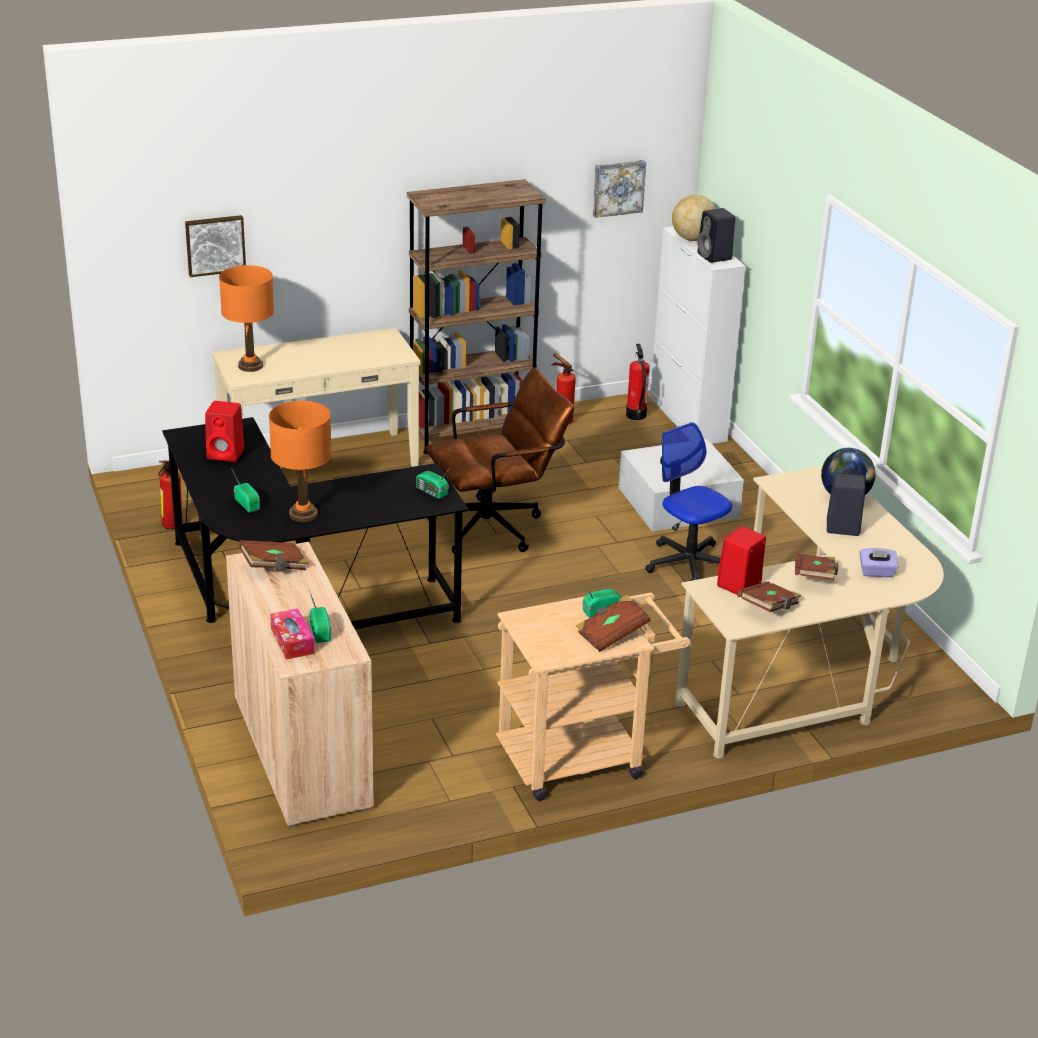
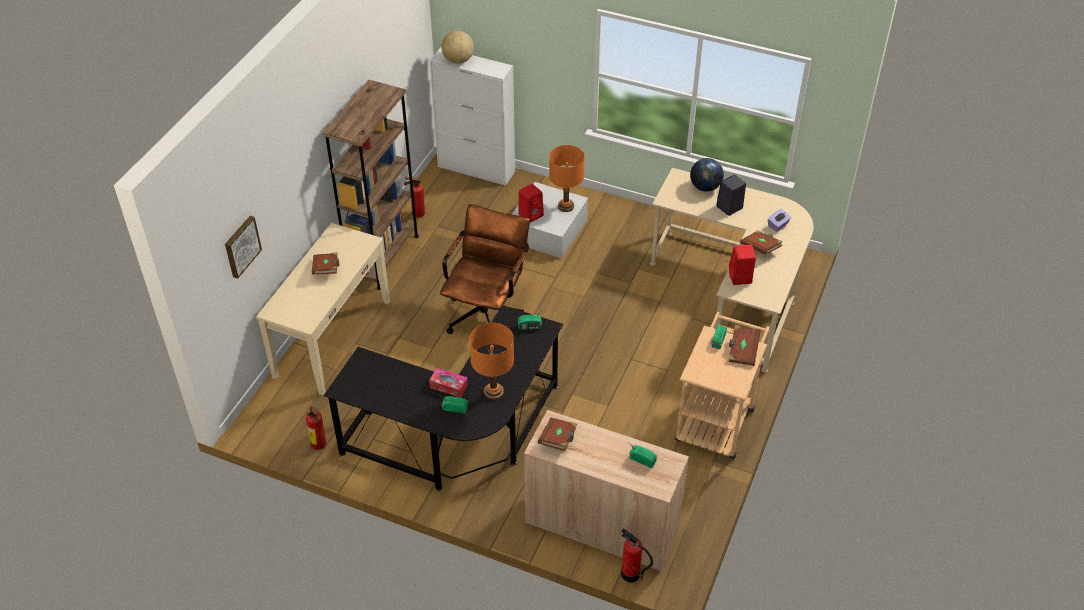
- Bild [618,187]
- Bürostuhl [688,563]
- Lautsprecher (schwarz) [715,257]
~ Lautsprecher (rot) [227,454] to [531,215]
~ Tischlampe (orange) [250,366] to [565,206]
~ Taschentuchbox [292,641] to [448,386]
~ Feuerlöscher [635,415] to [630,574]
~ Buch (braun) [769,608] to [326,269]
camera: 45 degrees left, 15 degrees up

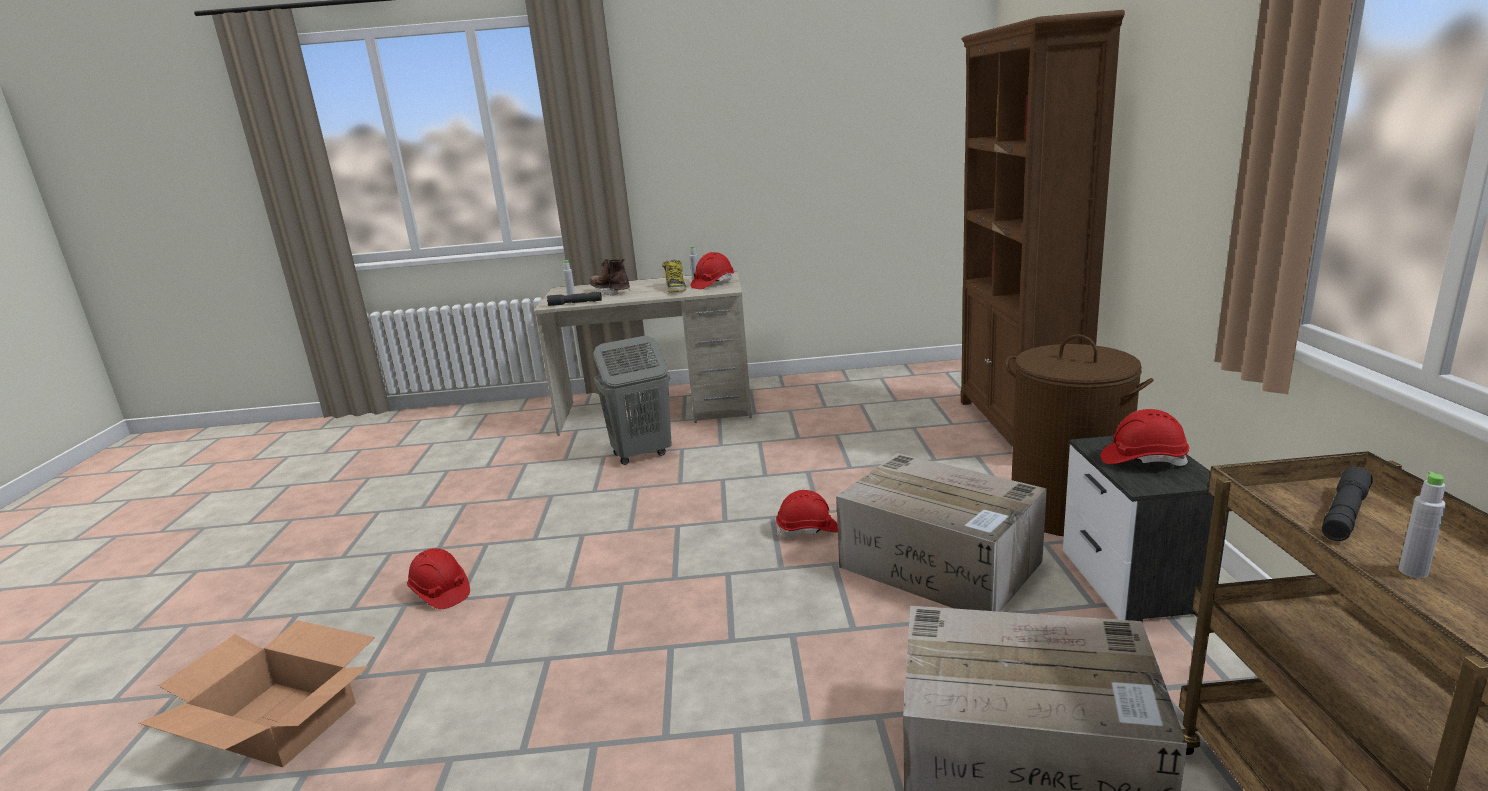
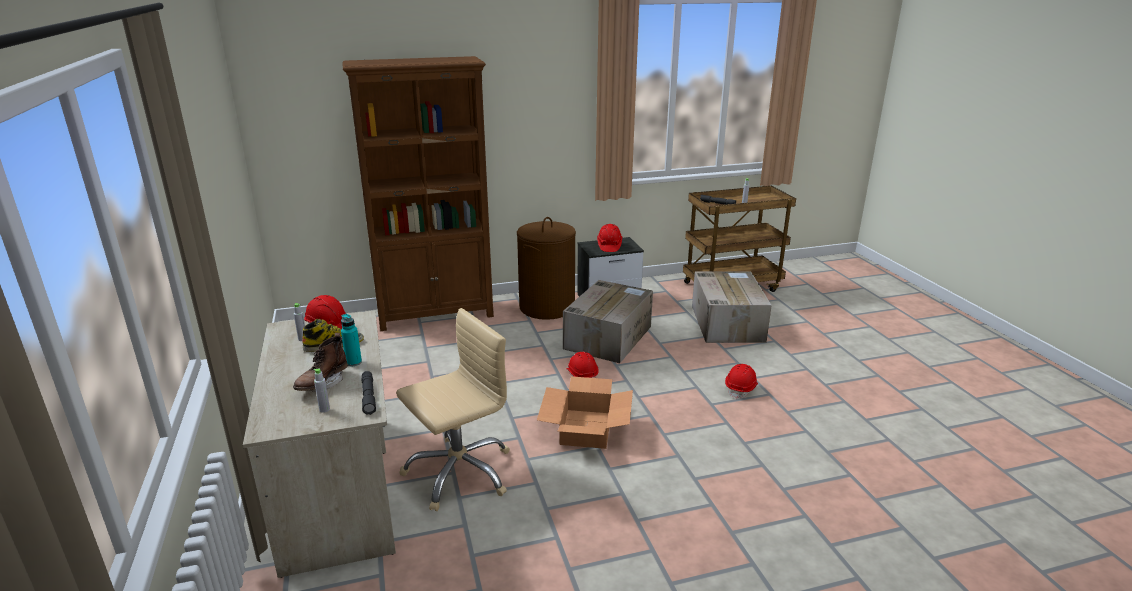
+ Flasche (türkis) [353,362]
~ Karton [280,722] to [586,429]
~ Schutzhelm (rot) [440,593] to [741,388]
~ Wäschekorb (grau) [641,454] to Bürostuhl (beige) [459,472]
camera: 105 degrees left, 5 degrees up

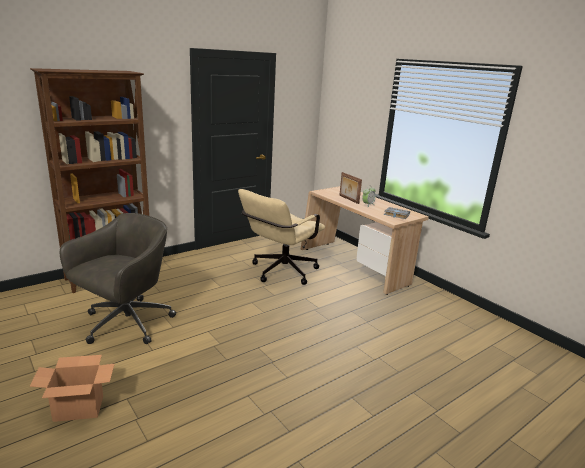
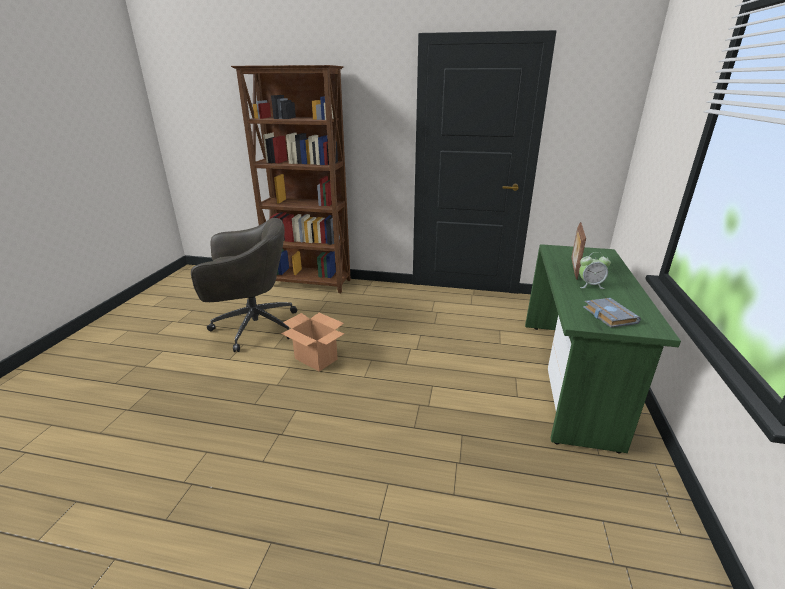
- Bürostuhl (beige) [280,273]
~ Karton [79,408] to [316,359]
~ Schreibtisch (beige) [354,266] to Schreibtisch (grün) [569,379]
camera: 50 degrees right, 5 degrees up

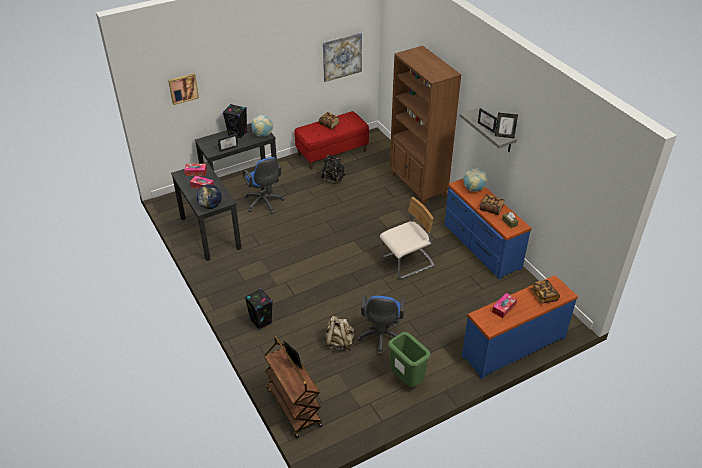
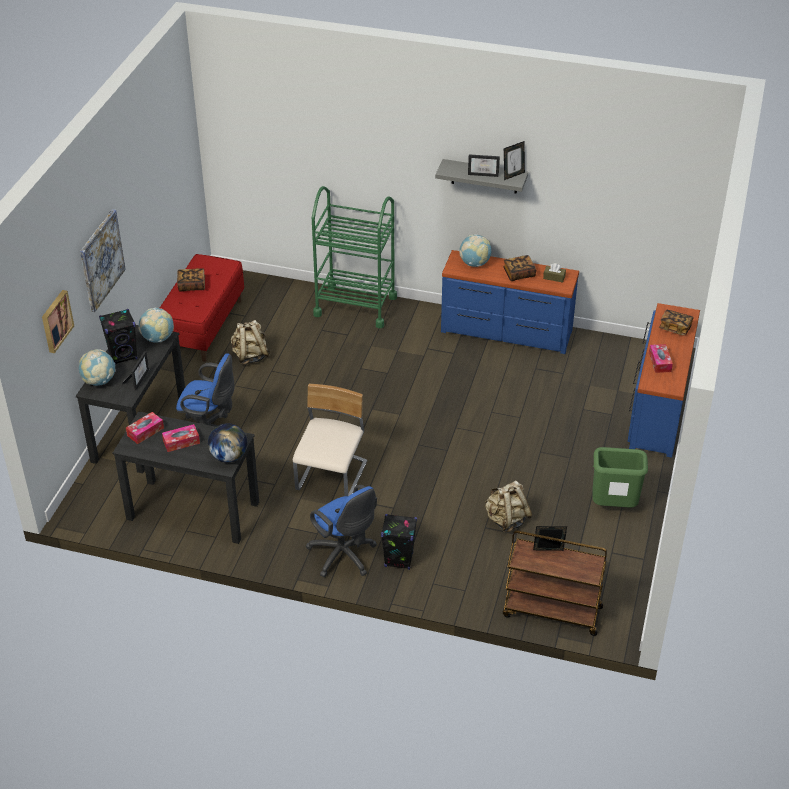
+ Globus [99,381]
~ Bild [342,56] to [101,260]
~ Bürostuhl (blau) [381,338] to [344,557]
~ Stuhl (beige) [407,262] to [332,477]
~ Bücherregal (braun) [418,185] to Rollwagen (grün) [355,306]
~ Rucksack (schwarz) [333,179] to Rucksack (beige) [250,356]
camera: 45 degrees left, 0 degrees up

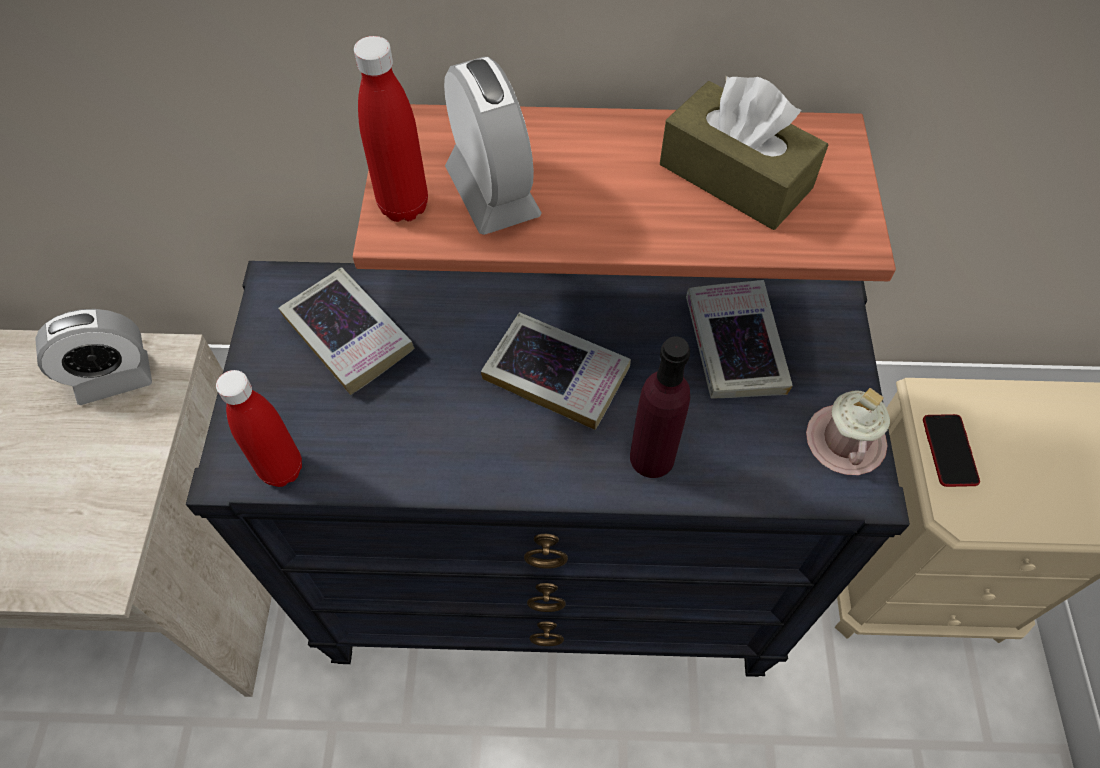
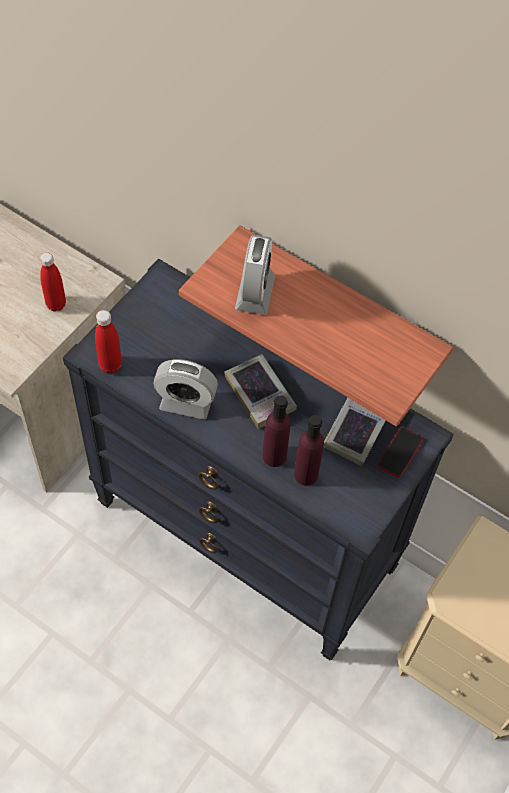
- Buch [348,335]
- Taschentuchbox (braun) [735,176]
- Henkelbecher (rosa) [844,441]
+ Flasche (lila) [306,474]
~ Wecker [114,378] to [186,403]
~ Flasche (rot) [404,206] to [56,304]
~ Handy [949,451] to [400,452]
camera: 30 degrees right, 0 degrees up

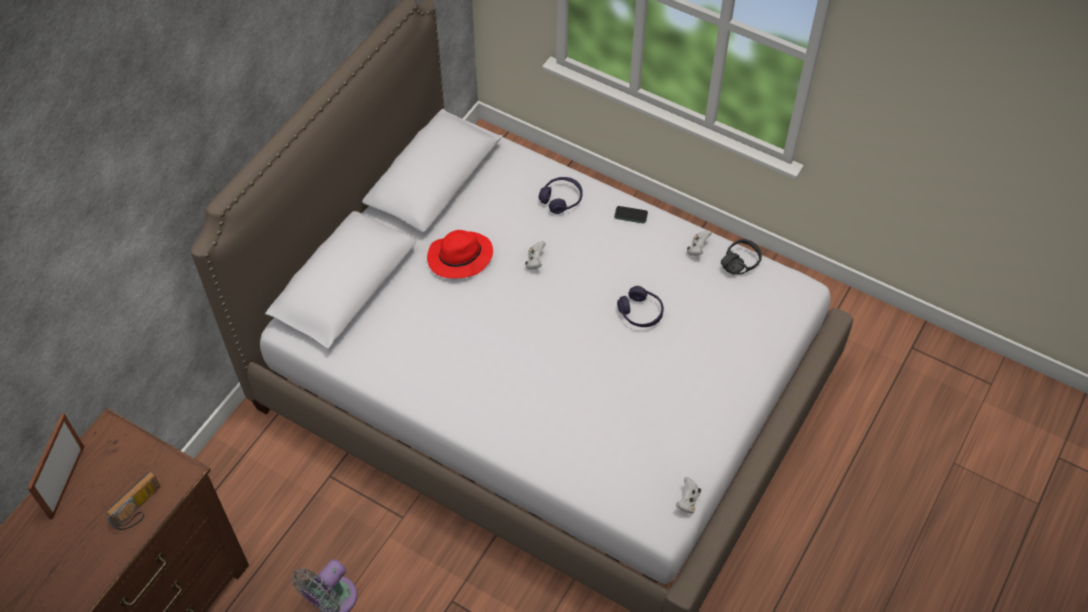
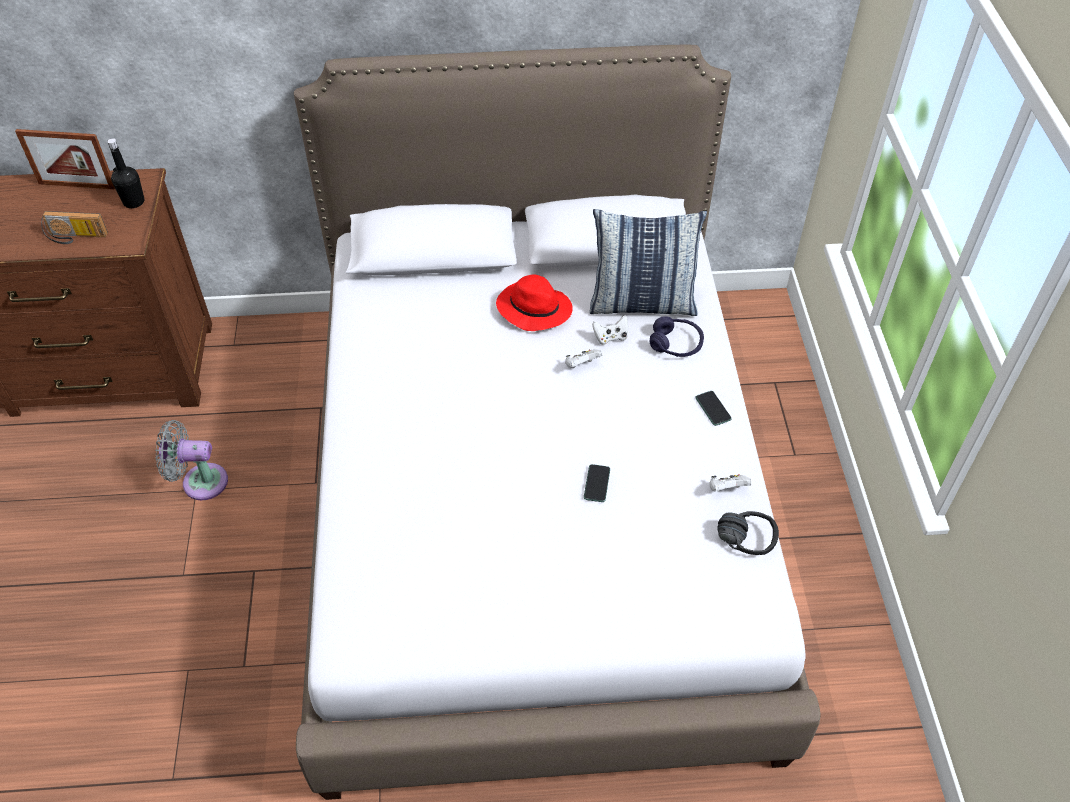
+ Flasche (schwarz) [134,202]
+ Kissen [642,303]
~ Gamepad (weiß) [688,501] to [610,337]
~ Kopfhörer (lila) [640,312] to Handy [597,484]
~ Bilderrahmen [67,482] = [77,185] 150 degrees counterclockwise
camera: 55 degrees right, 5 degrees down

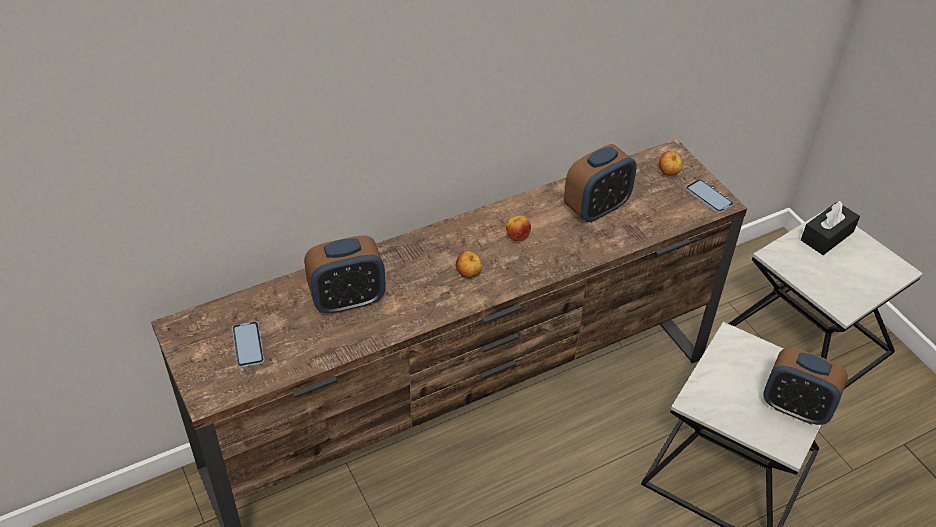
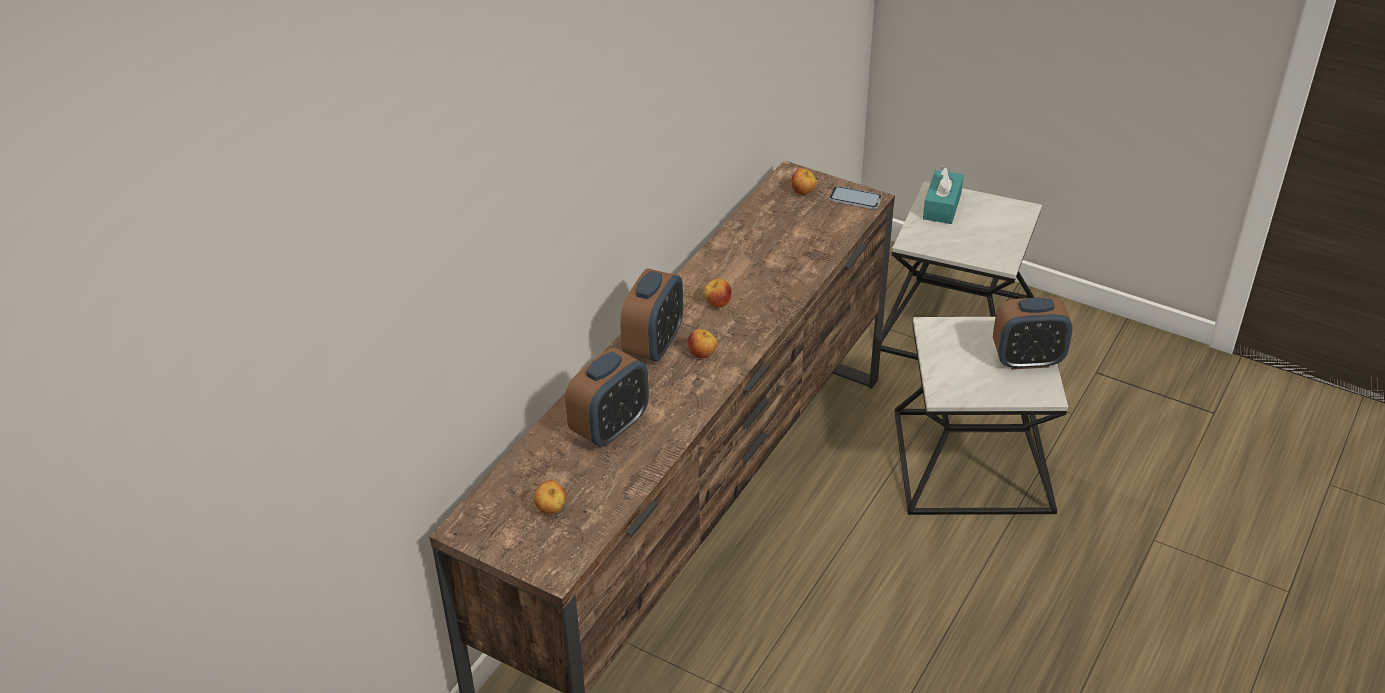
~ Wecker [596,208] to [654,345]
~ Handy [248,345] to Apfel [551,510]
~ Taschentuchbox (schwarz) [827,236] to Taschentuchbox (türkis) [942,206]
camera: 30 degrees left, 5 degrees down

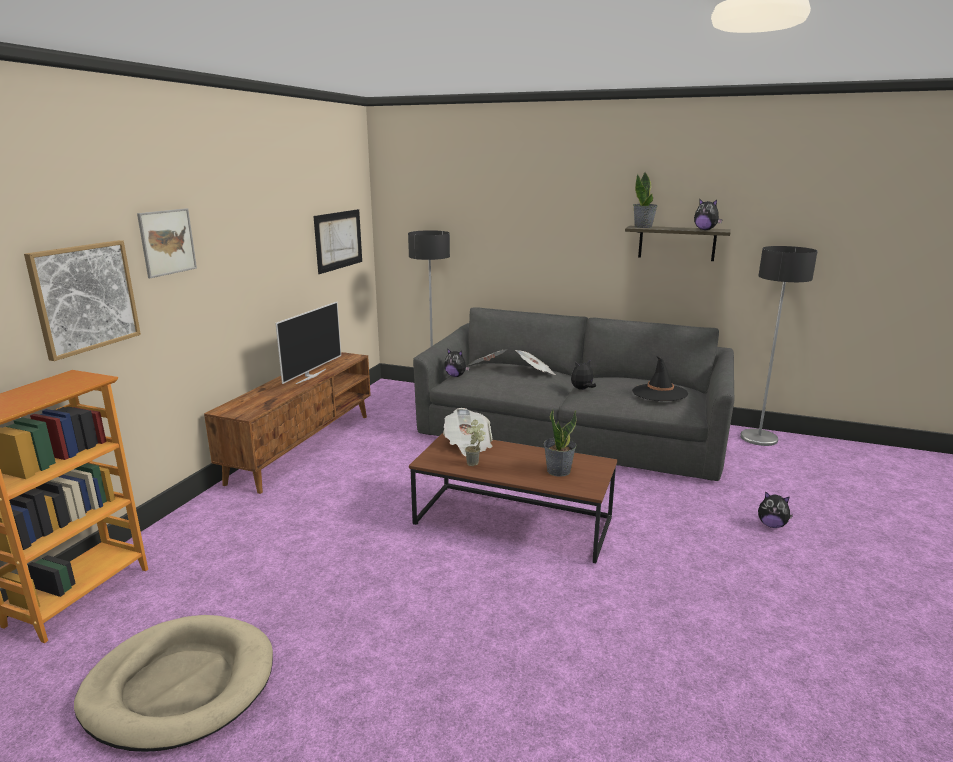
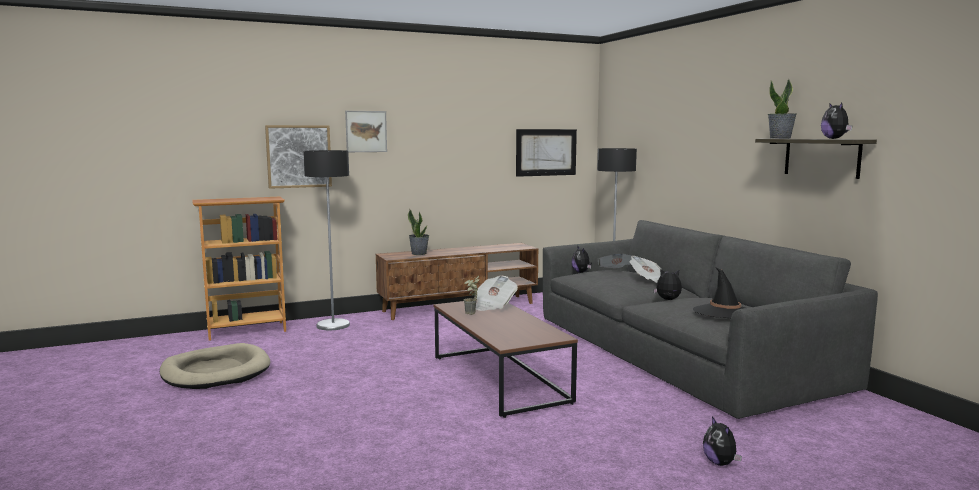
- Fernseher [310,376]
~ Topfpflanze [558,470] to [419,253]
~ Stehlampe [759,438] to [333,325]
camera: 45 degrees right, 10 degrees down

